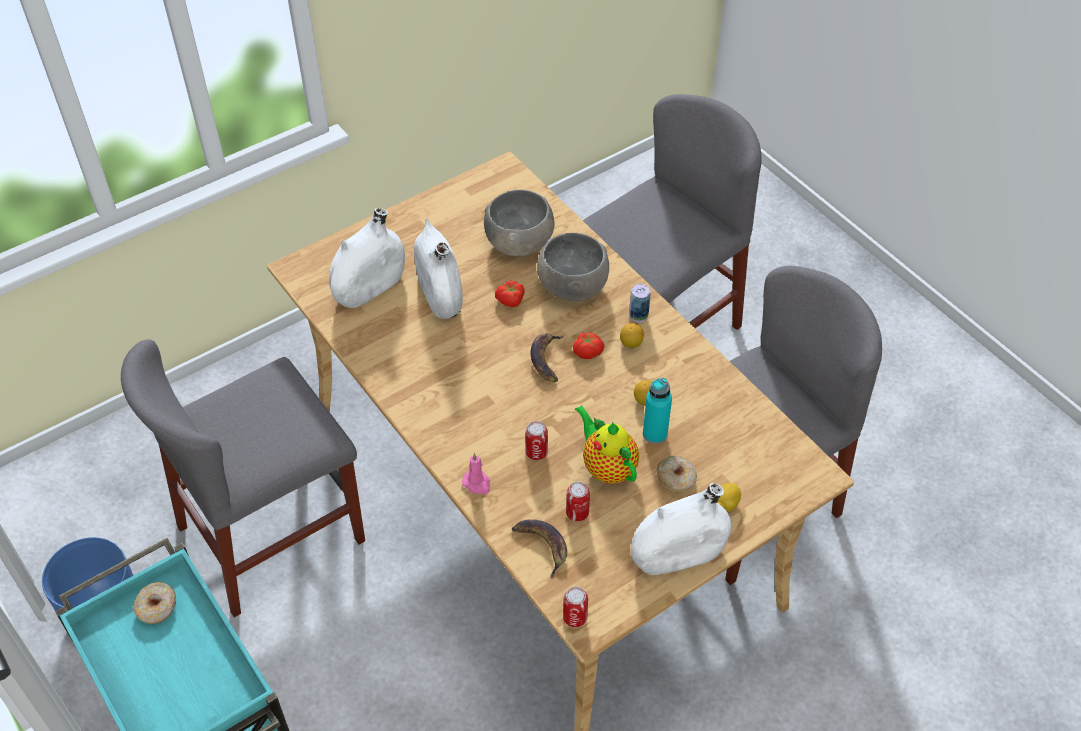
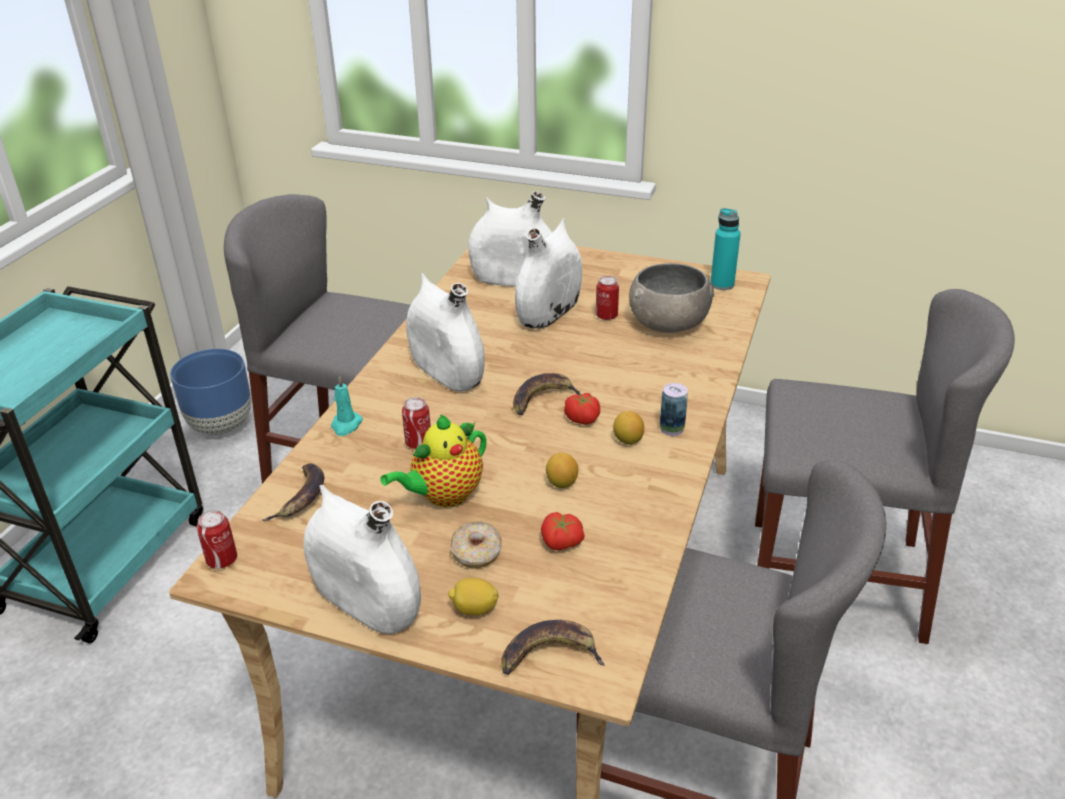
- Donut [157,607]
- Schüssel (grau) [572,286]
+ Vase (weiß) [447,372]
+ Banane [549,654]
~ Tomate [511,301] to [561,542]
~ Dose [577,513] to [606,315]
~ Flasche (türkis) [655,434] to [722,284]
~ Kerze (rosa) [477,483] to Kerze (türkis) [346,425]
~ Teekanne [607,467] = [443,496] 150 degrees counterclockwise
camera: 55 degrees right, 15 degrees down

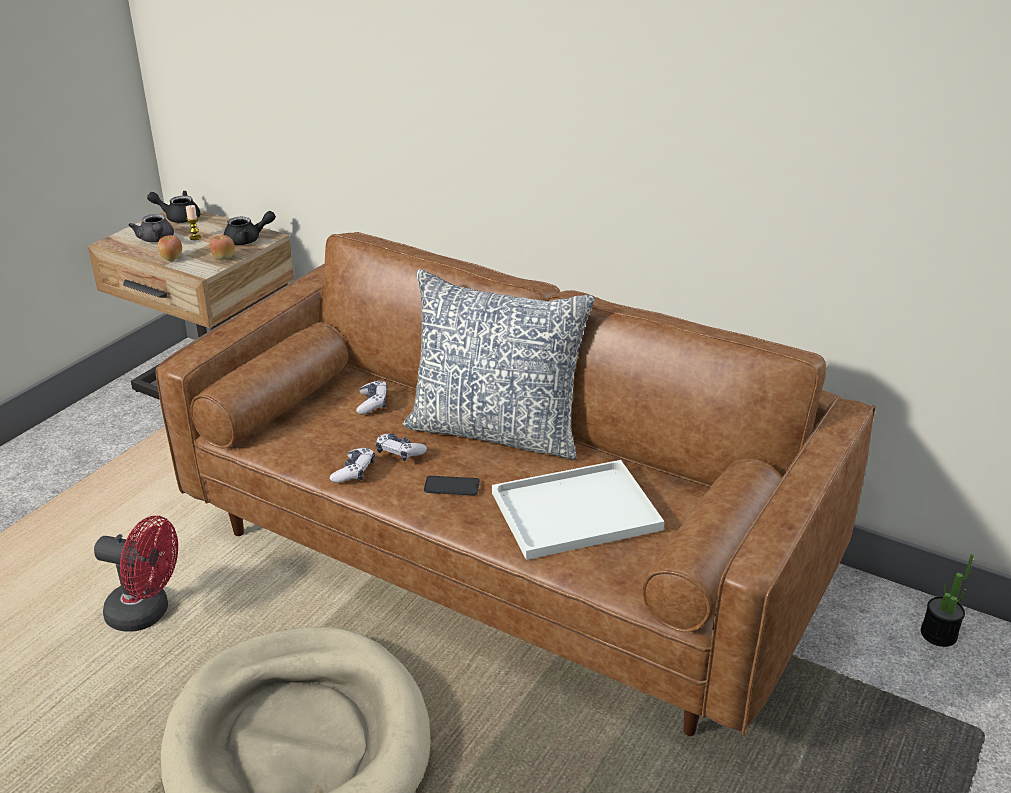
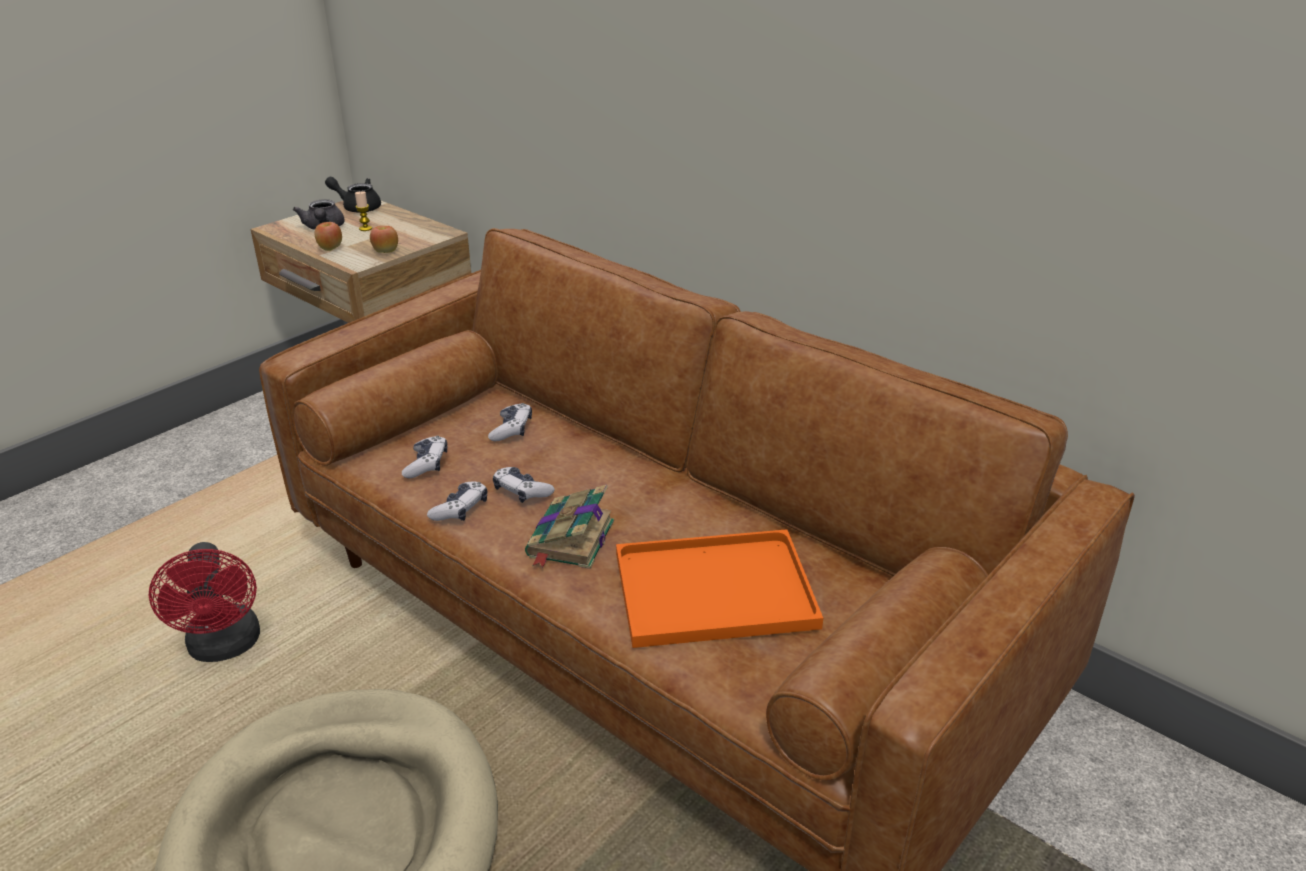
- Teekanne (schwarz) [248,240]
- Kissen [495,431]
- Topfpflanze [938,634]
+ Gamepad [426,464]
~ Handy [452,486] to Buch [570,540]
~ Tablett (weiß) [578,509] to Tablett (orange) [718,588]
~ Ventilator (rot) [147,613] = [225,647] 45 degrees clockwise
camera: 10 degrees right, 0 degrees up

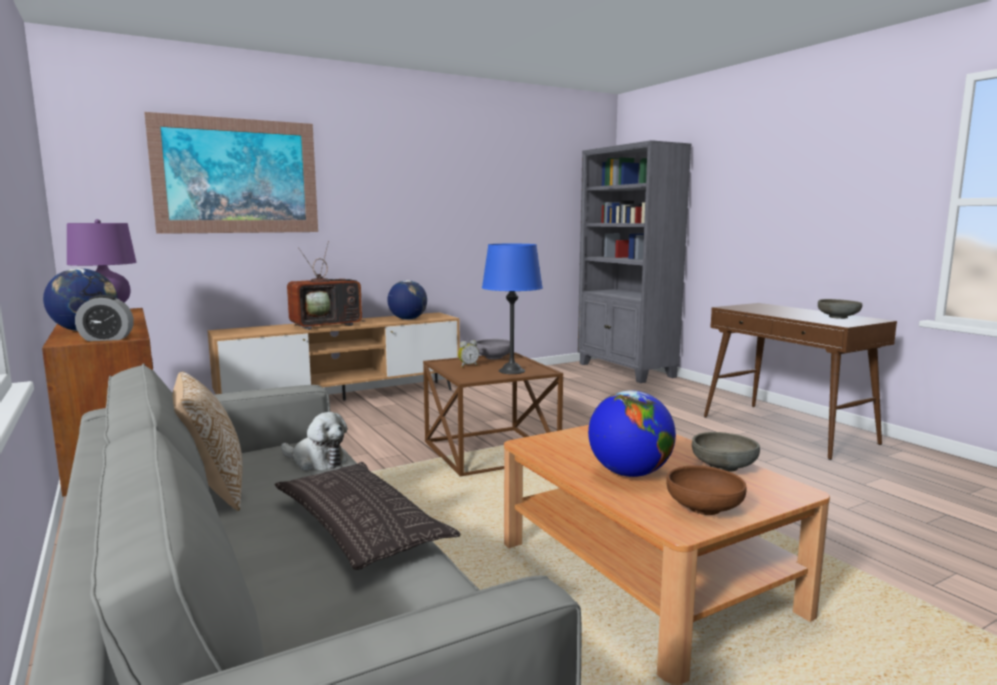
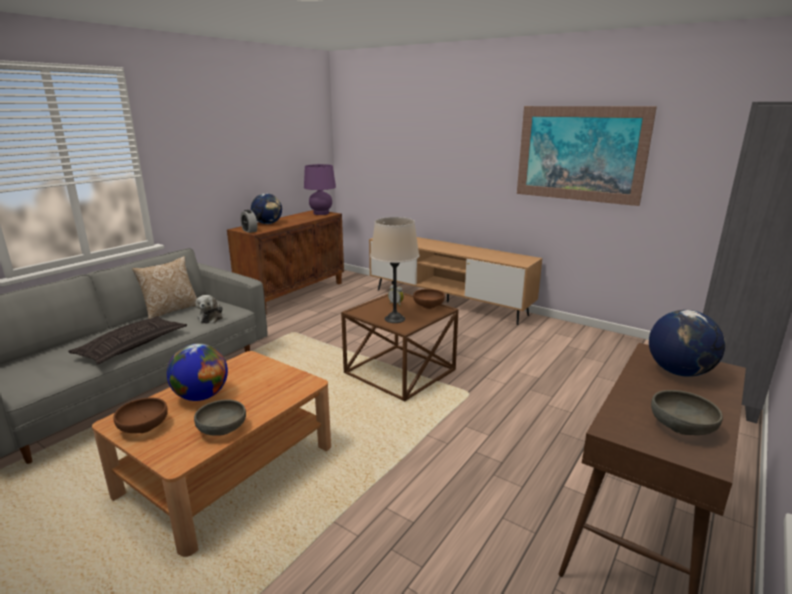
- Fernseher [327,325]
~ Bild [237,176] to [580,154]
~ Globus [407,319] to [679,372]
~ Schüssel (grau) [493,357] to Schüssel (braun) [428,306]
~ Tischlampe (blau) [512,371] to Tischlampe (beige) [394,319]
camera: 65 degrees right, 10 degrees up

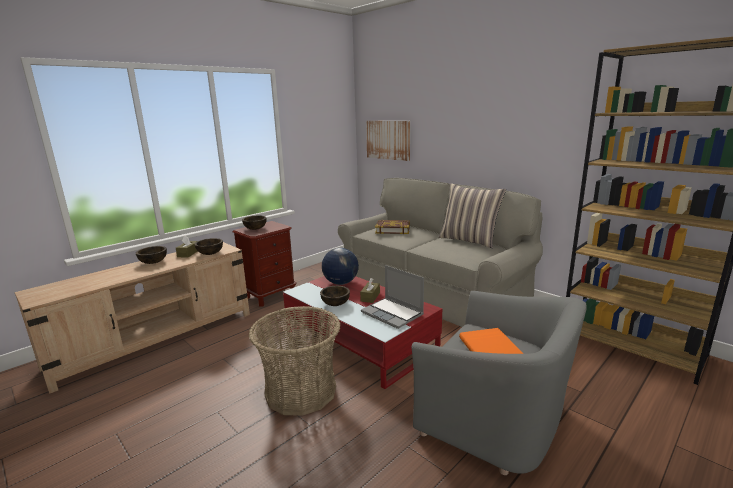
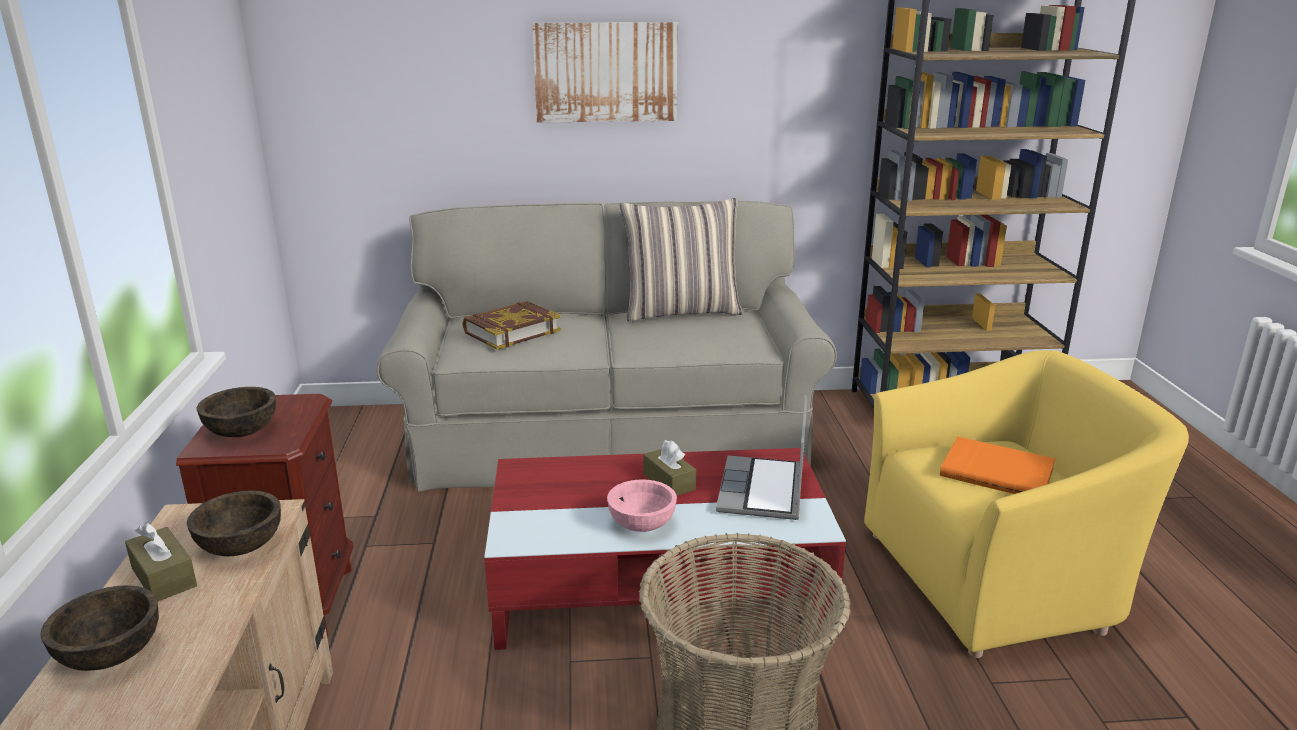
- Globus [340,283]
~ Bild [388,140] to [605,72]
~ Schüssel (braun) [335,303] to Schüssel (rosa) [642,524]
~ Sessel (grau) [495,418] to Sessel (gelb) [996,577]
~ Laptop [393,314] = [763,491] 105 degrees clockwise
camera: 50 degrees left, 5 degrees up

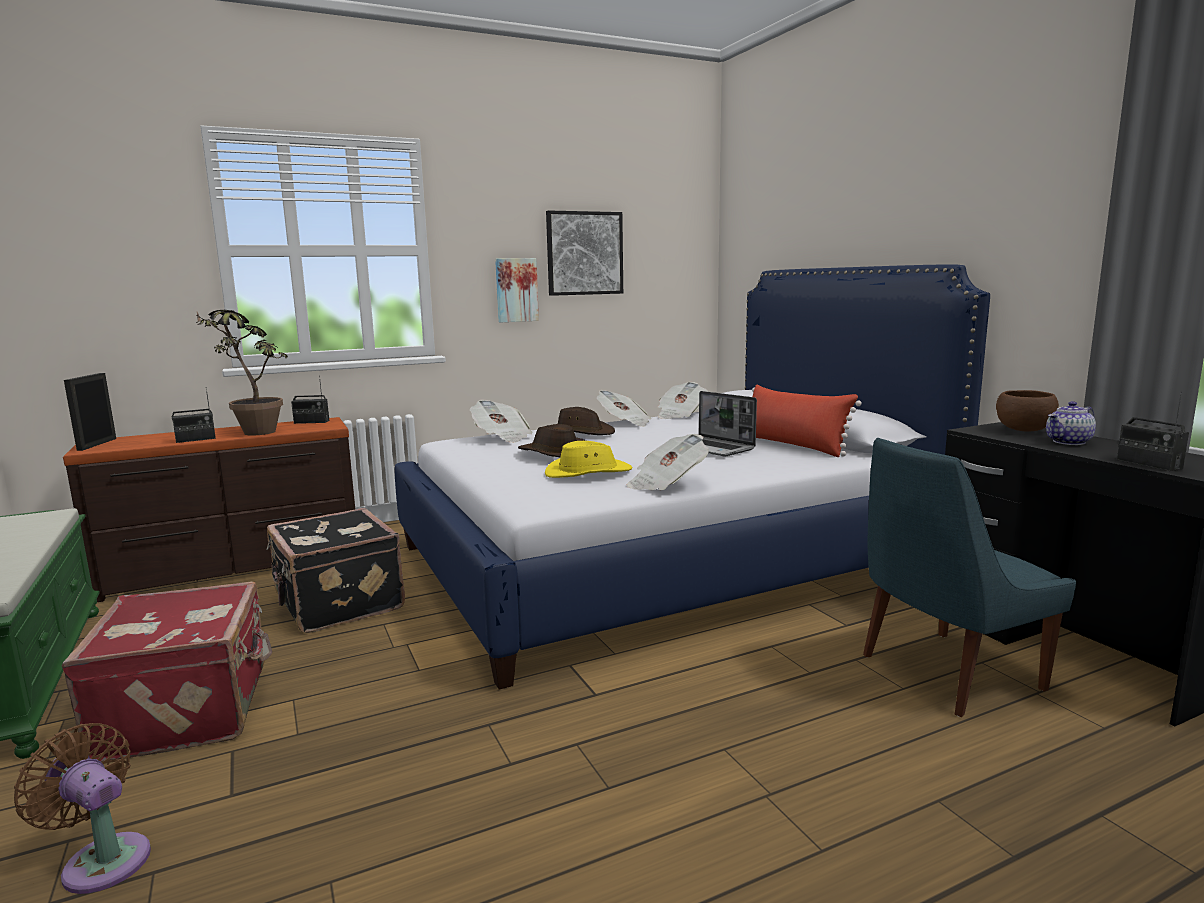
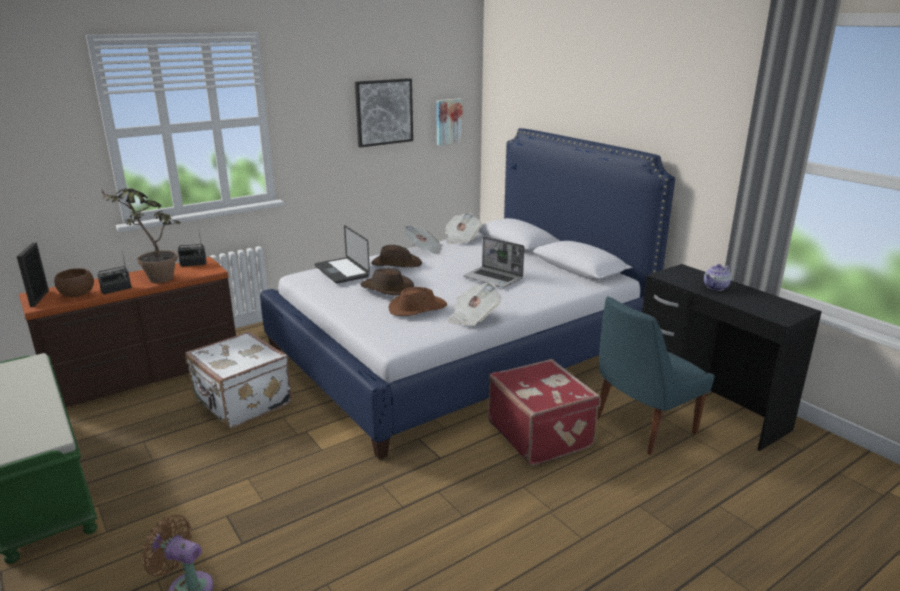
- Kissen (rot) [792,445]
- Radio [1148,464]
~ Koffer (rot) [189,710] to [541,434]
~ Bild [516,290] to [448,121]
~ Schüssel (braun) [1023,430] to [77,295]
~ Zeitung [502,437] to Laptop [341,271]
~ Koffer (schwarz) [337,603] to Koffer (weiß) [241,402]
~ Hut (gelb) [588,473] to Hut (braun) [417,308]
camera: 10 degrees left, 10 degrees up

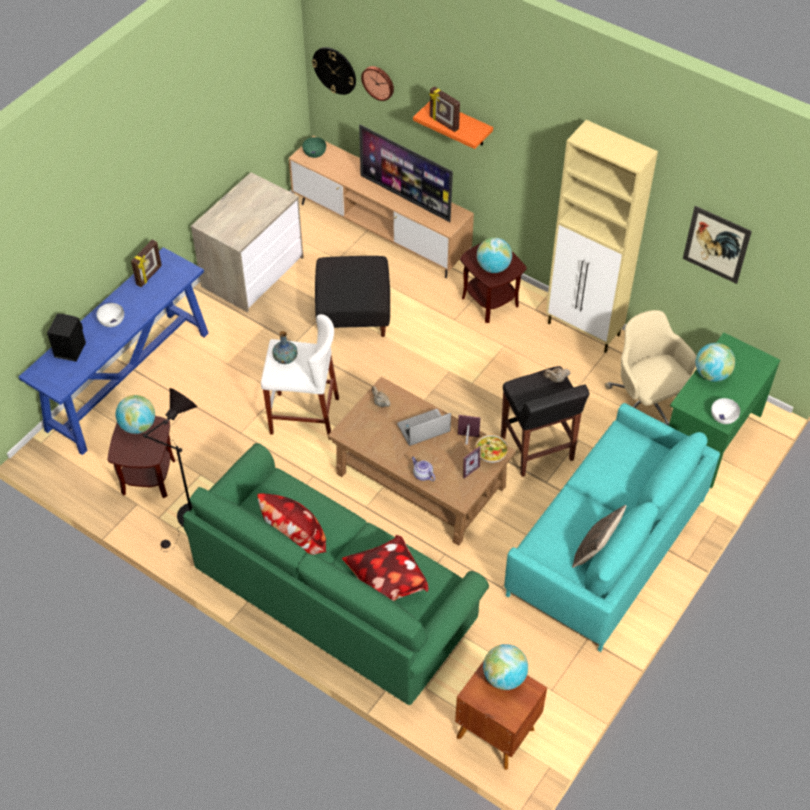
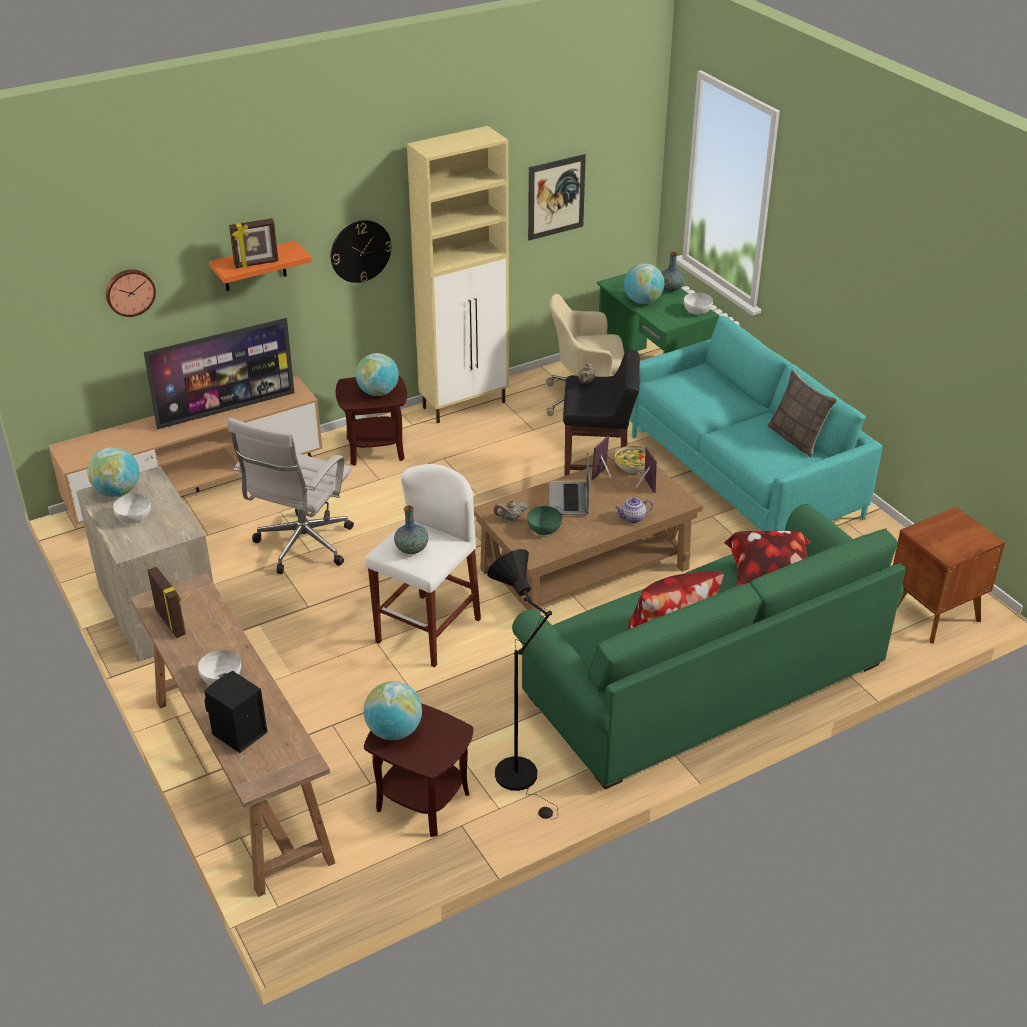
+ Schüssel (weiß) [135,517]
+ Vase [670,289]
~ Schüssel (grün) [314,153] to [544,529]
~ Wanduhr [335,70] to [360,251]
~ Globus [504,677] to [117,491]
~ Polsterhocker (schwarz) [352,312] to Bürostuhl (weiß) [301,547]
~ Konsolentisch (blau) [129,380] to Konsolentisch (braun) [239,776]
camera: 65 degrees left, 15 degrees down

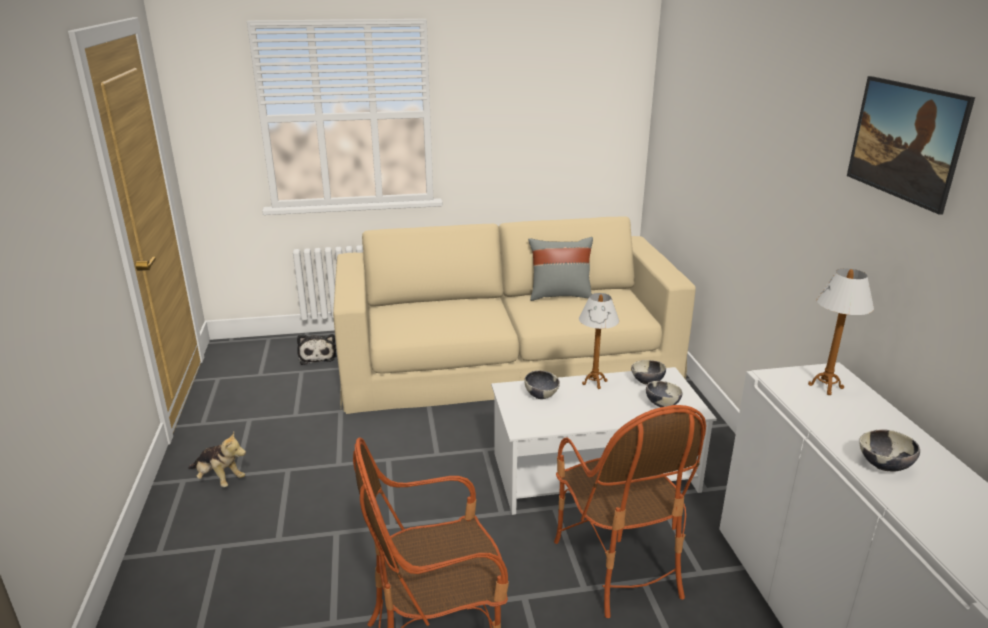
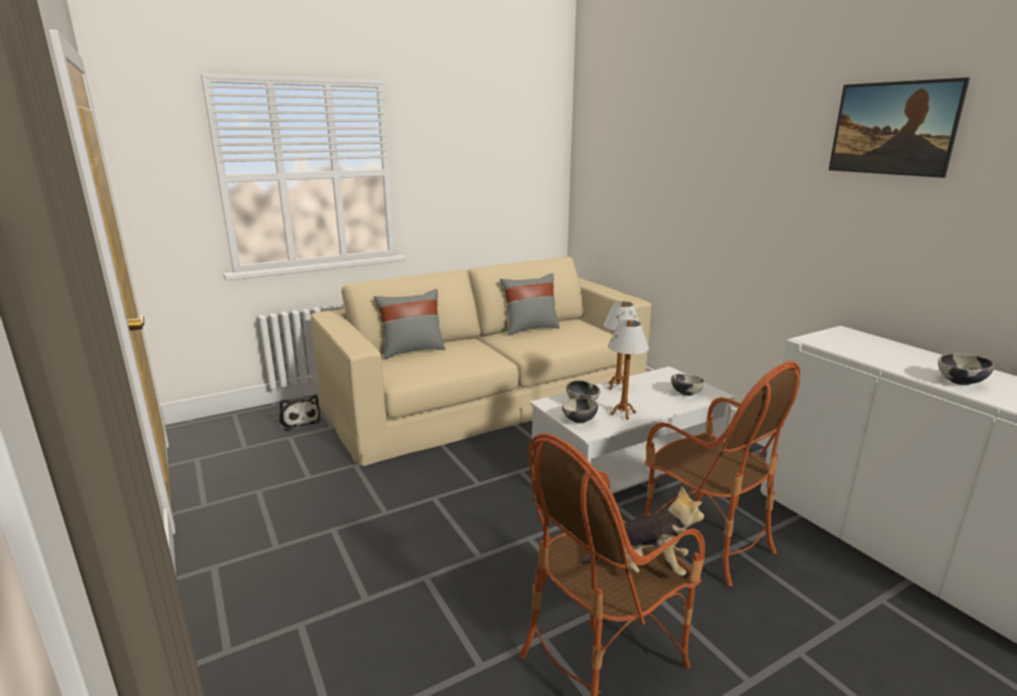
+ Kissen (grau) [412,350]
~ Plüschtier [219,479] to [643,568]
~ Schüssel [647,382] to [579,421]
~ Tischlampe [826,387] to [623,414]
camera: 20 degrees left, 5 degrees down

